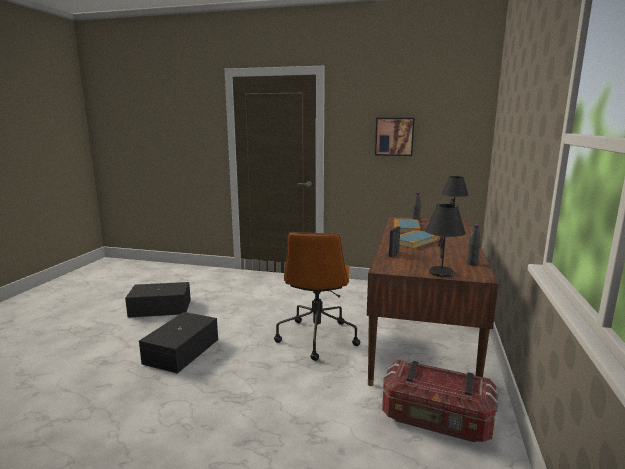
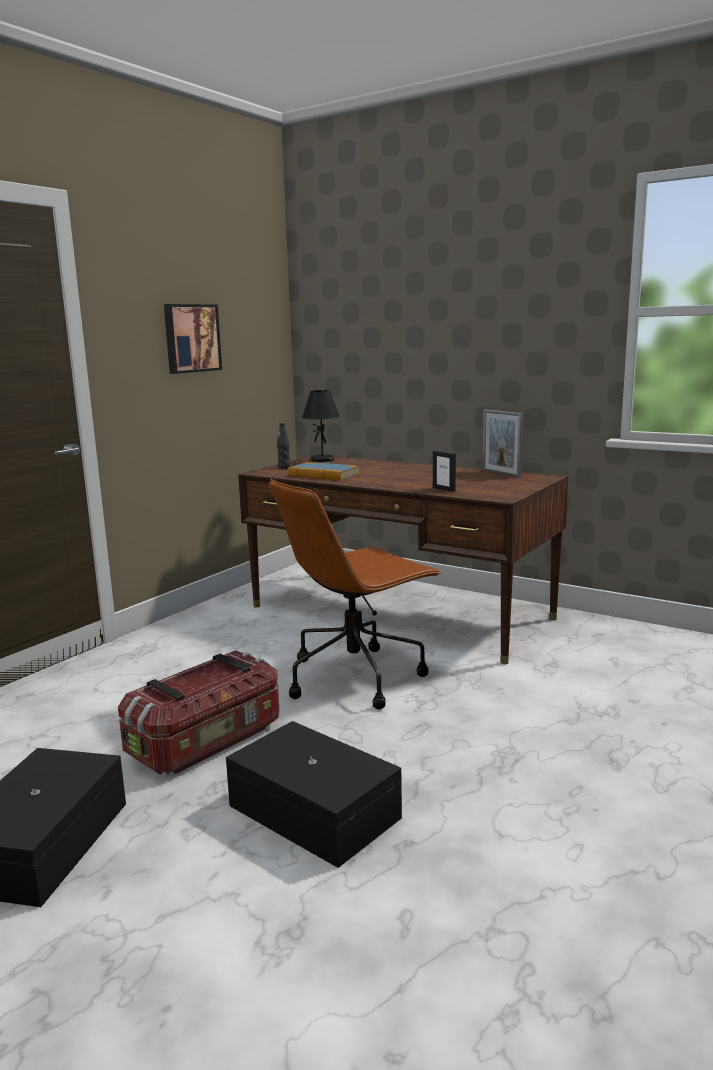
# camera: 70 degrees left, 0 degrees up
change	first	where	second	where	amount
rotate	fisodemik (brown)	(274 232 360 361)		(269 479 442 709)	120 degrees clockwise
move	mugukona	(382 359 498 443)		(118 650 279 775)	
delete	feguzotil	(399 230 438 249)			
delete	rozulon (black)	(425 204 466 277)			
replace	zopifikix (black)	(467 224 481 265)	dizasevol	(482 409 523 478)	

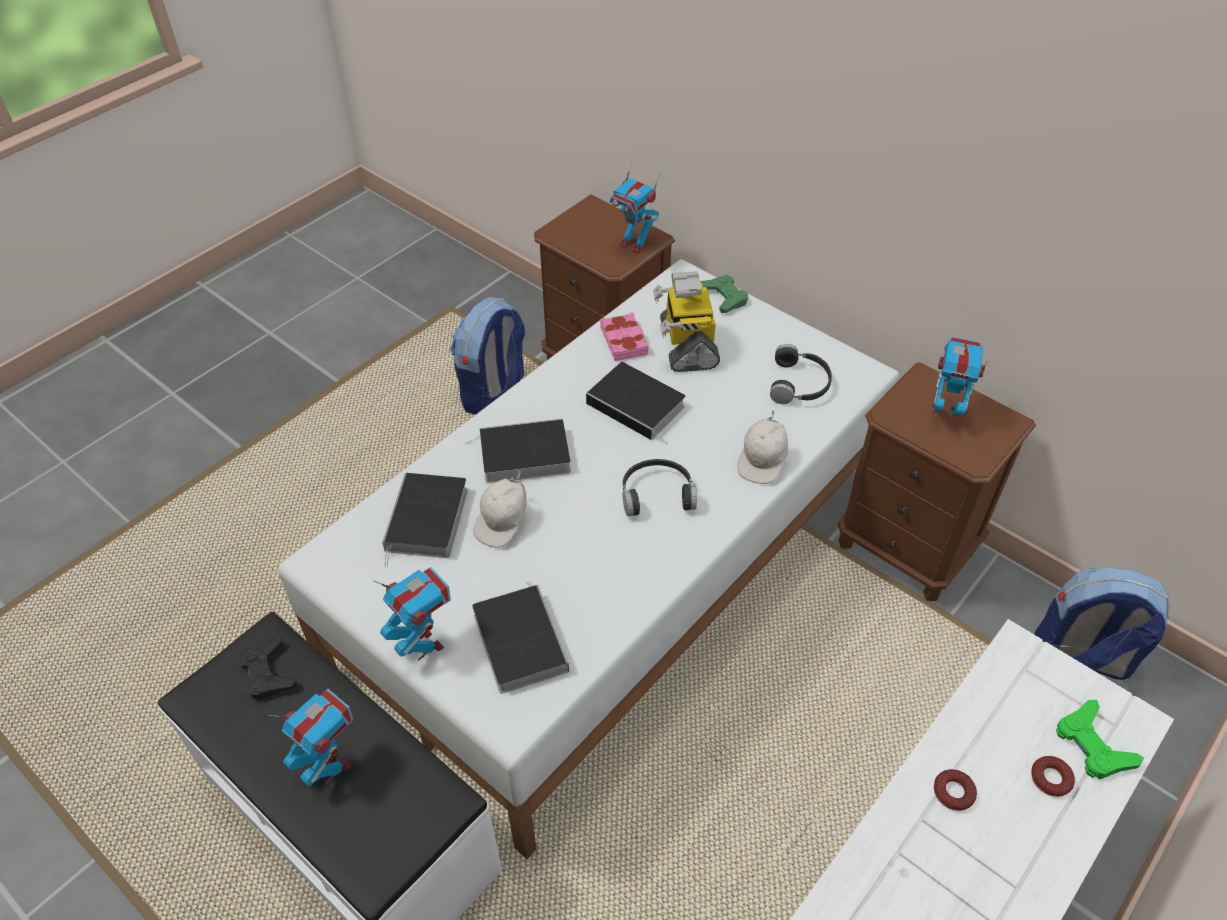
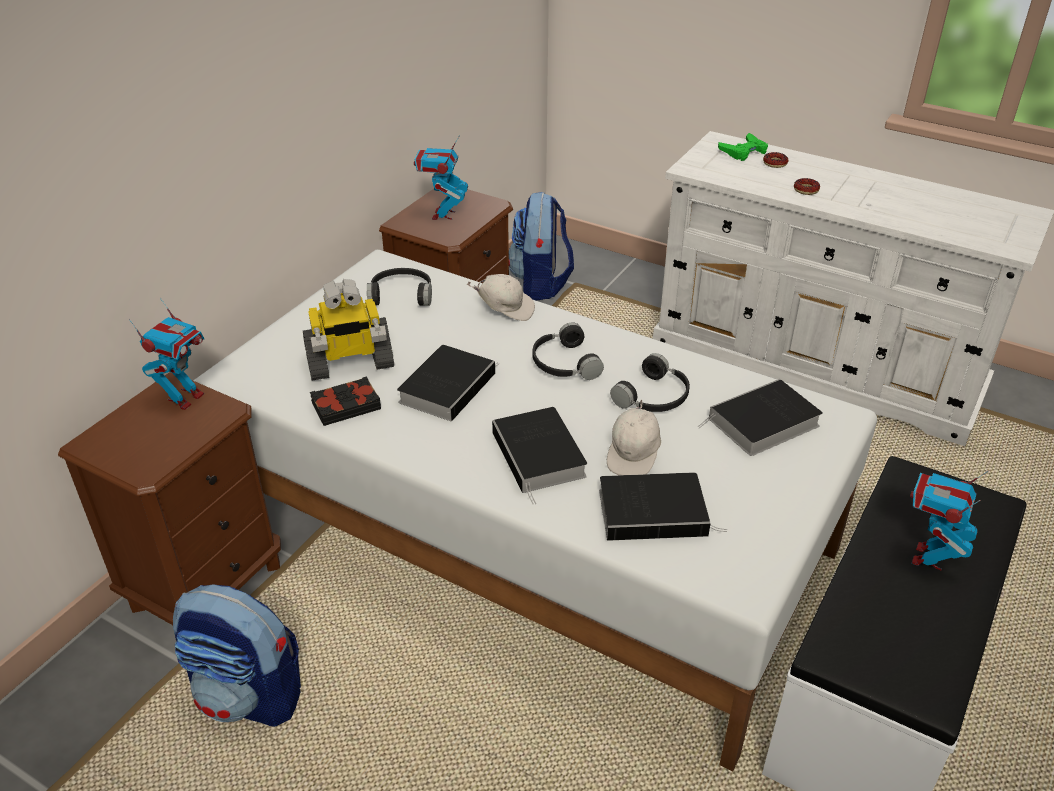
# camera: 100 degrees left, 10 degrees down
change	first	where	second	where	amount
delete	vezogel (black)	(237 635 297 700)			
delete	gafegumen	(373 567 451 661)			
rotate	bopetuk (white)	(473 470 526 548)		(607 399 661 475)	90 degrees clockwise
recolor	feguzotil (pink)	(600 312 649 361)	feguzotil (black)	(310 376 381 426)	
delete	vezogel (green)	(701 275 748 313)			
insert			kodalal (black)	(610 353 690 412)	

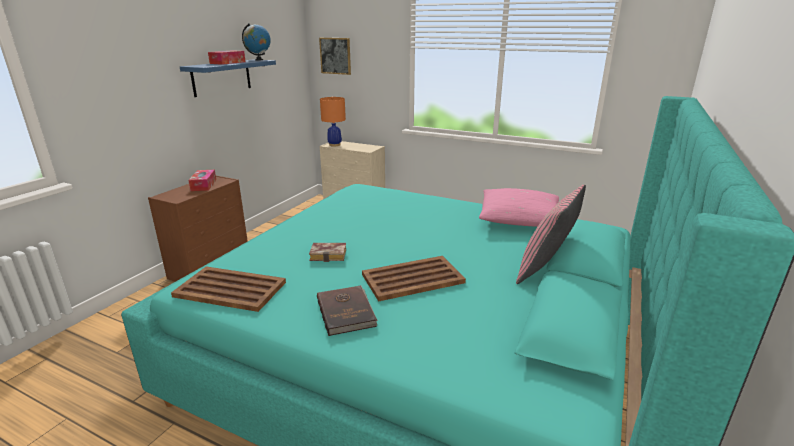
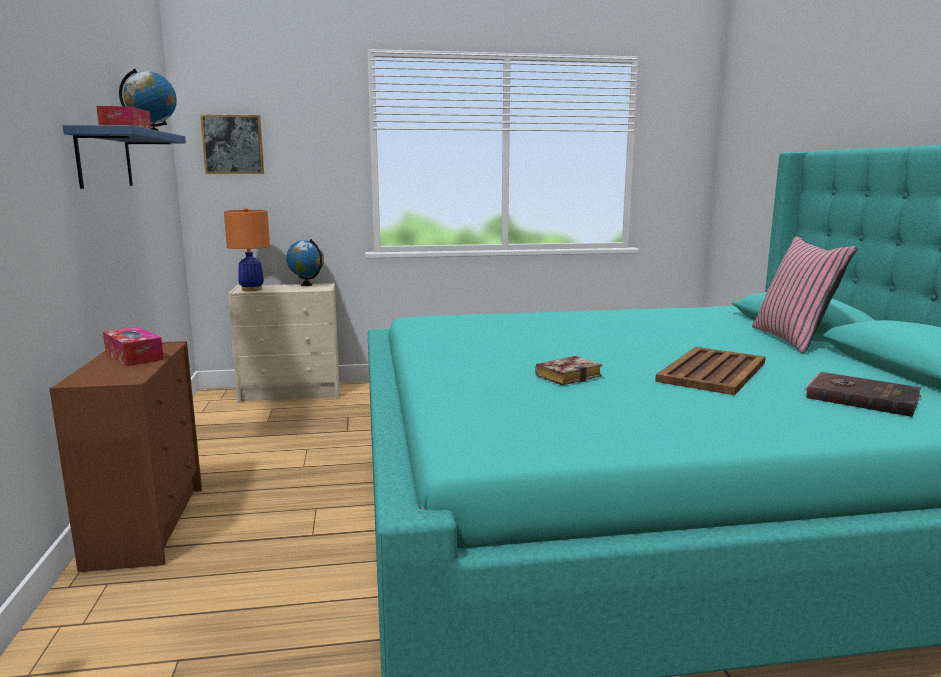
# camera: 35 degrees left, 10 degrees down
change	first	where	second	where	amount
delete	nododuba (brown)	(171 267 286 312)			
move	feguzotil (brown)	(317 285 378 336)		(805 372 922 417)	
delete	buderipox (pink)	(479 188 559 227)			
insert			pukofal	(286 239 324 286)	

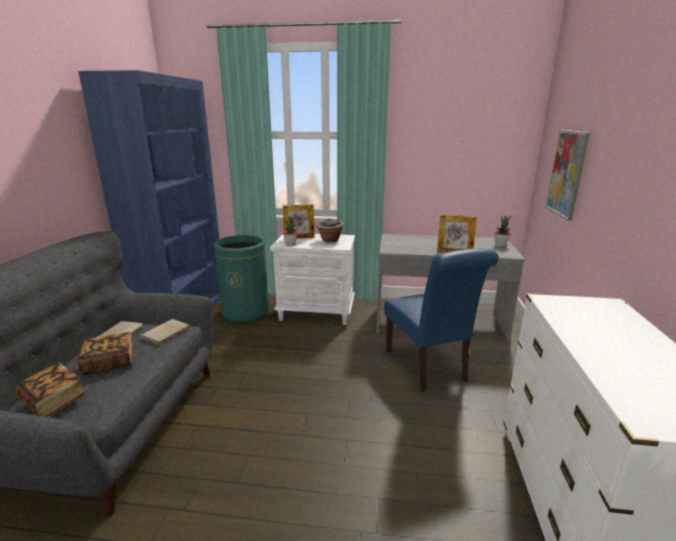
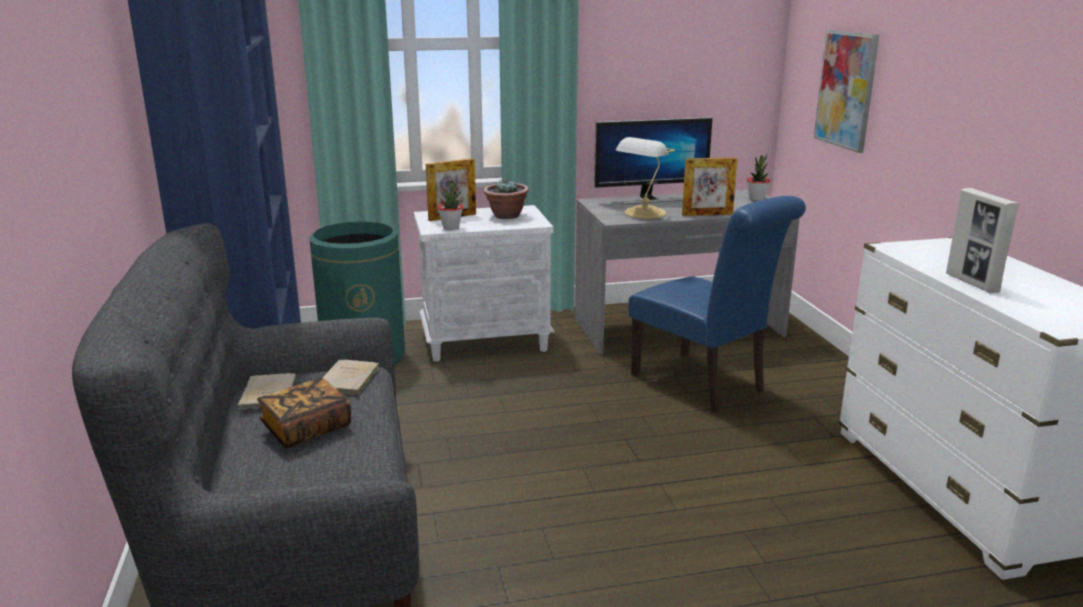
# camera: 20 degrees left, 0 degrees up
change	first	where	second	where	amount
delete	feguzotil	(15 363 87 417)			
insert			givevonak	(594 117 712 204)	
insert			rozulon	(616 137 675 219)	
insert			dizasevol	(946 188 1019 293)	

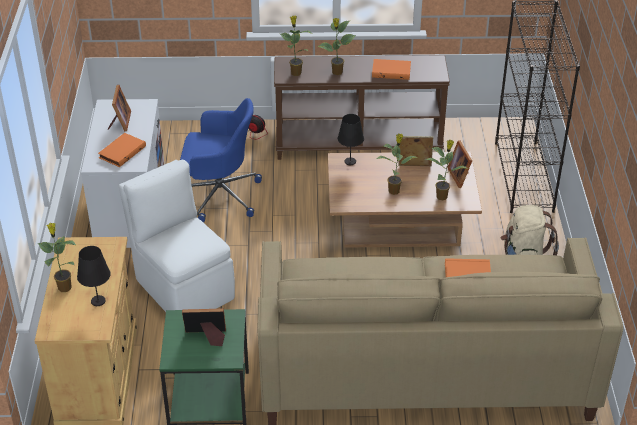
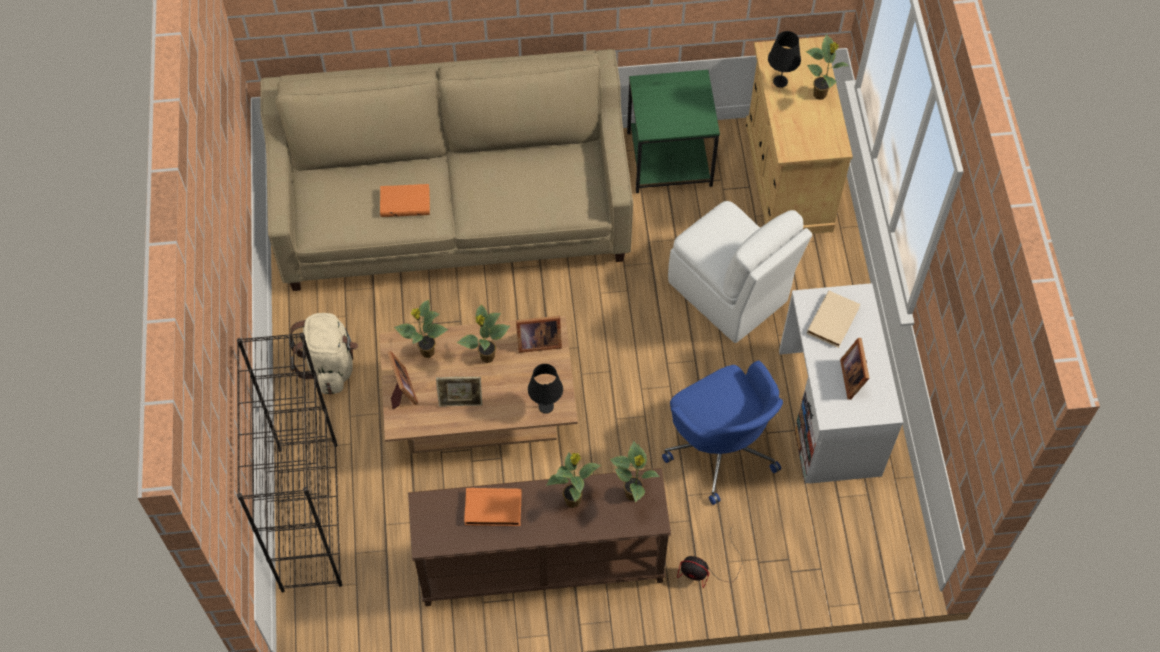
# camera: 175 degrees right, 20 degrees up
change	first	where	second	where	amount
recolor	feguzotil (orange)	(98 133 146 167)	feguzotil (beige)	(807 290 860 348)	
rotate	fisodemik (blue)	(180 98 262 222)		(662 361 783 505)	120 degrees counterclockwise
move	dizasevol	(182 309 226 346)		(516 316 562 353)	

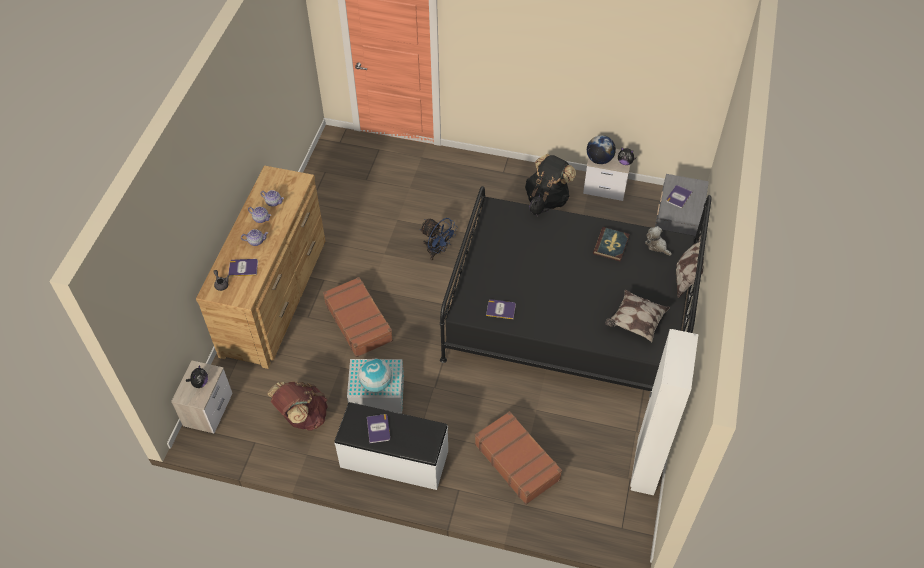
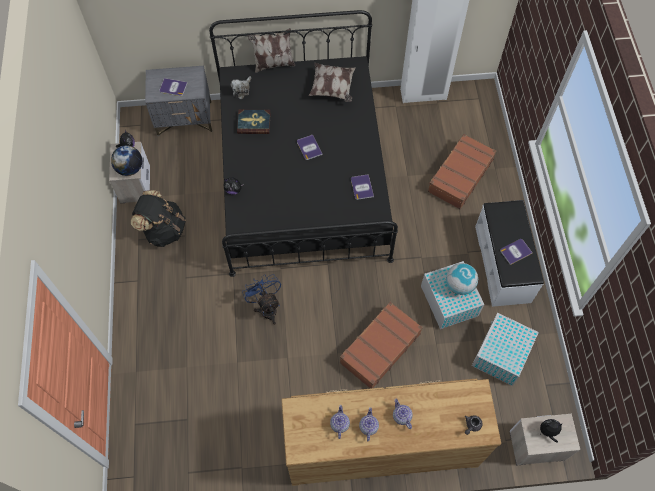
# camera: 110 degrees left, 10 degrees up
change	first	where	second	where	amount
move	feguzotil	(228 259 258 277)		(297 135 322 160)	
replace	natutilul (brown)	(267 381 328 430)	mugukona (white)	(472 313 539 386)	
rotate	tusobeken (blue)	(420 218 458 260)		(242 274 281 325)	45 degrees counterclockwise

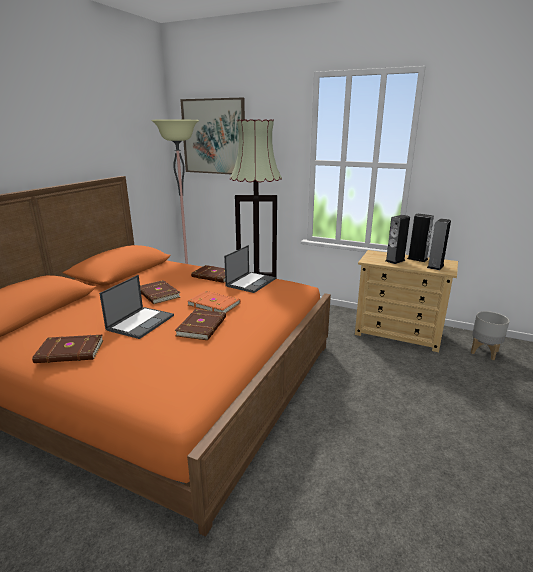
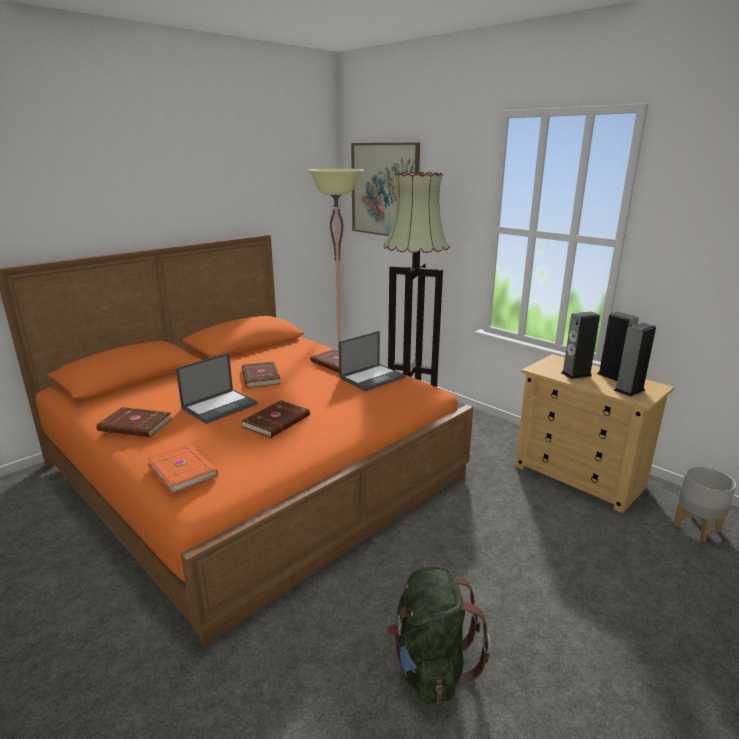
# camera: 20 degrees right, 0 degrees up
change	first	where	second	where	amount
move	feguzotil (orange)	(187 291 241 313)		(146 443 218 494)	
insert			natutilul (green)	(387 566 491 704)	

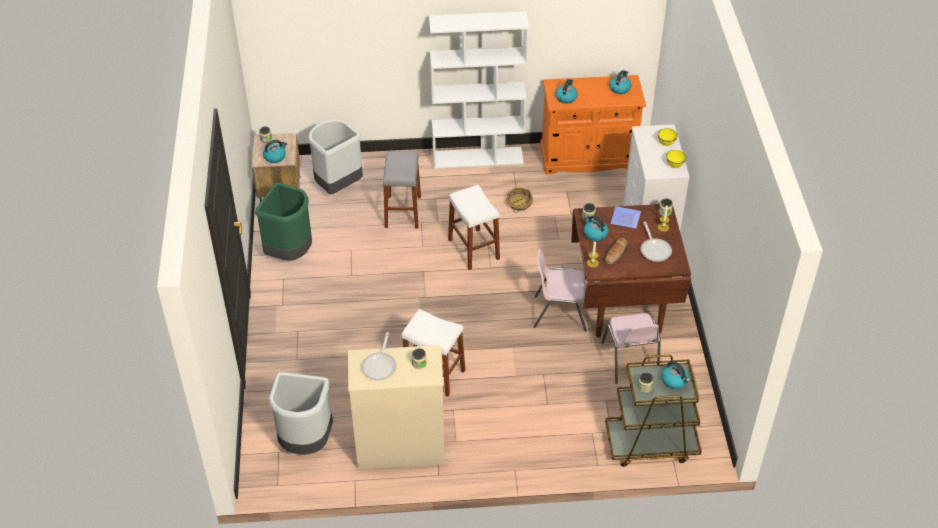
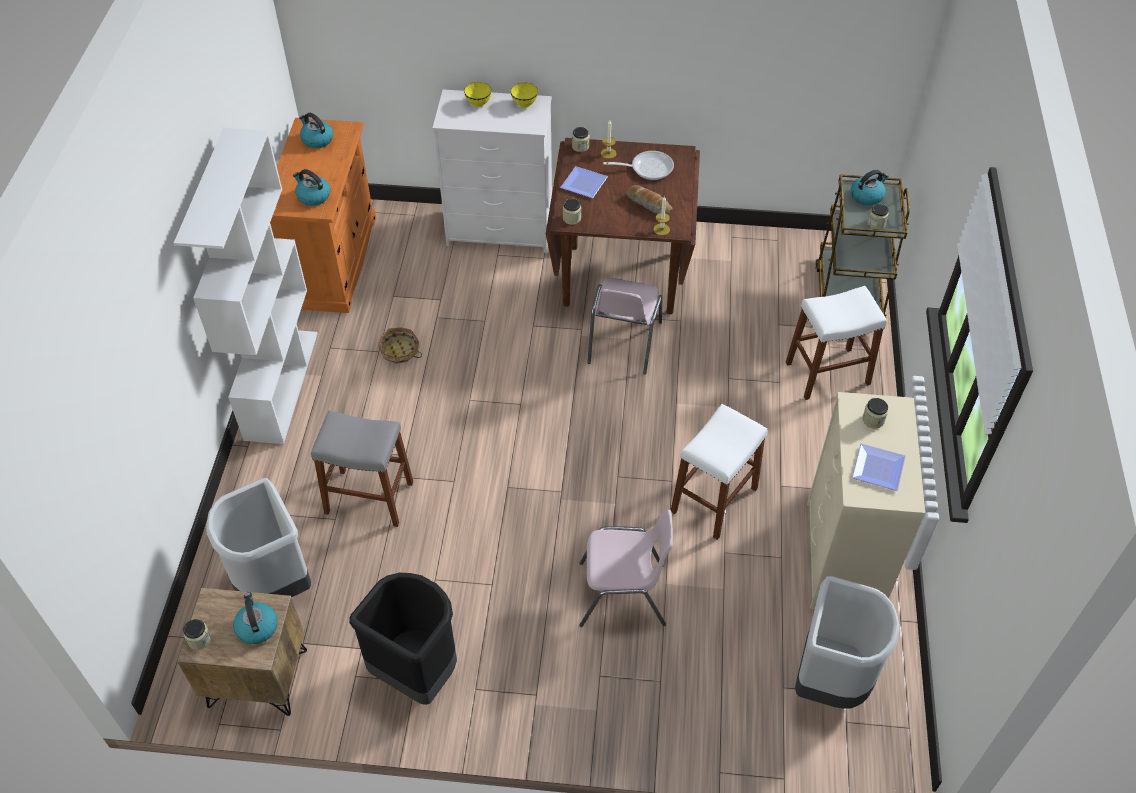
# camera: 80 degrees left, 5 degrees up
change	first	where	second	where	amount
recolor	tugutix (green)	(255 183 312 261)	tugutix (black)	(349 573 457 705)	
replace	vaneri	(361 332 397 380)	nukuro	(852 443 906 491)	
move	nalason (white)	(448 185 500 270)		(786 286 887 400)	
delete	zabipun	(584 215 608 242)			
move	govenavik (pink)	(601 313 661 384)		(579 510 673 627)	

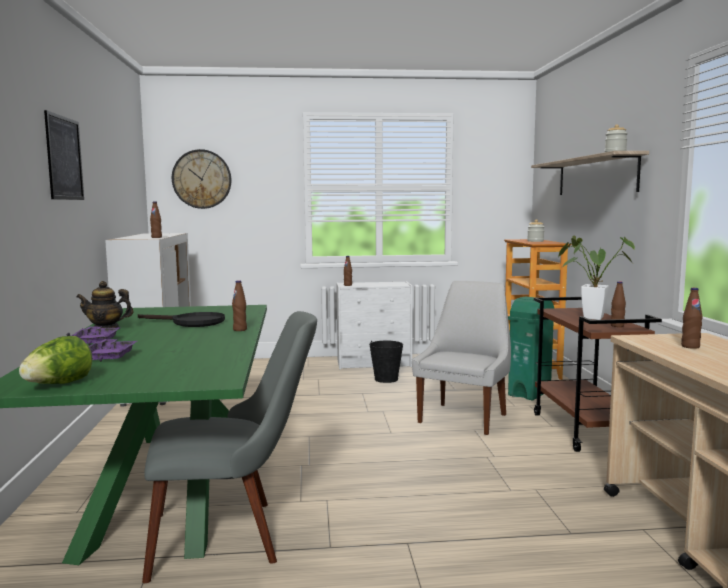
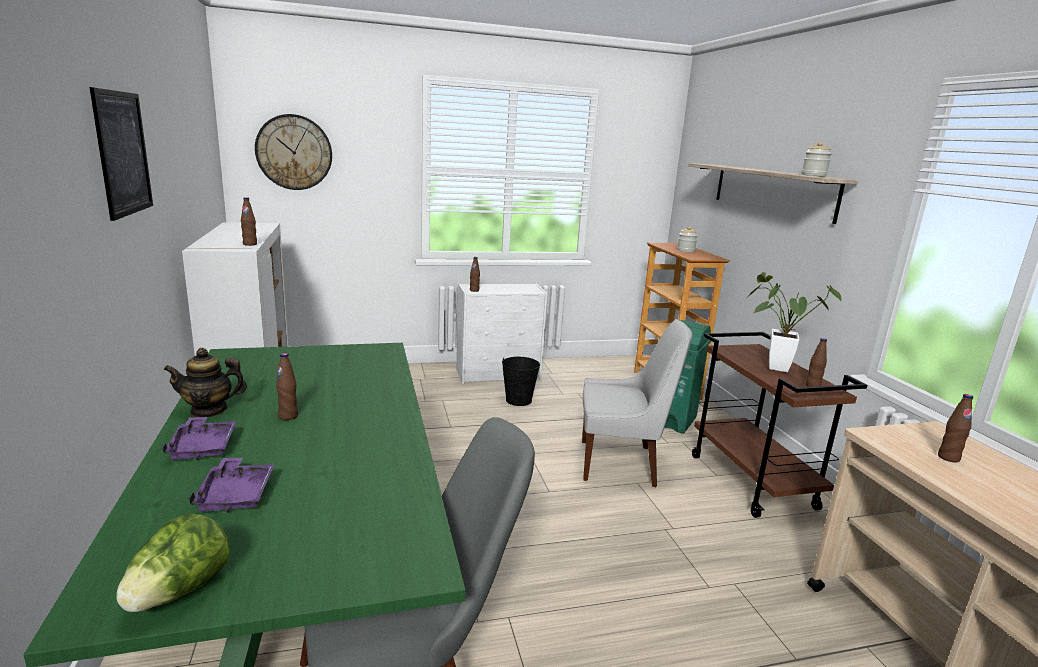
# camera: 10 degrees left, 10 degrees up
change	first	where	second	where	amount
delete	vaneri (black)	(138 312 225 327)			
move	zopifikix (brown)	(232 280 247 331)		(276 353 298 420)	
rotate	govenavik (white)	(412 281 511 435)		(582 319 692 487)	75 degrees clockwise

